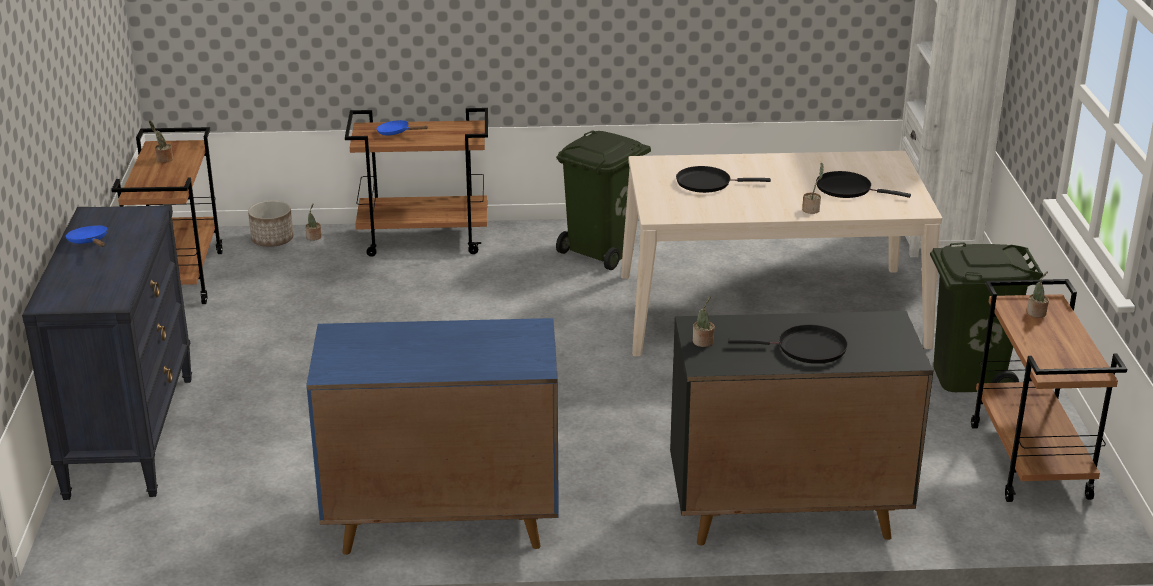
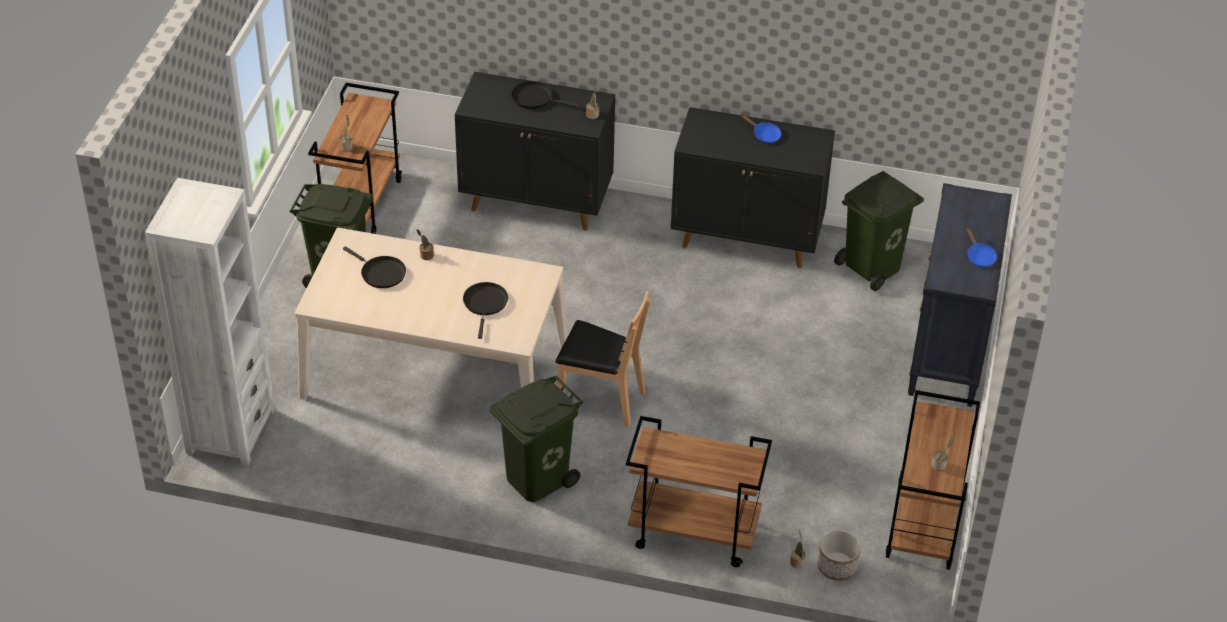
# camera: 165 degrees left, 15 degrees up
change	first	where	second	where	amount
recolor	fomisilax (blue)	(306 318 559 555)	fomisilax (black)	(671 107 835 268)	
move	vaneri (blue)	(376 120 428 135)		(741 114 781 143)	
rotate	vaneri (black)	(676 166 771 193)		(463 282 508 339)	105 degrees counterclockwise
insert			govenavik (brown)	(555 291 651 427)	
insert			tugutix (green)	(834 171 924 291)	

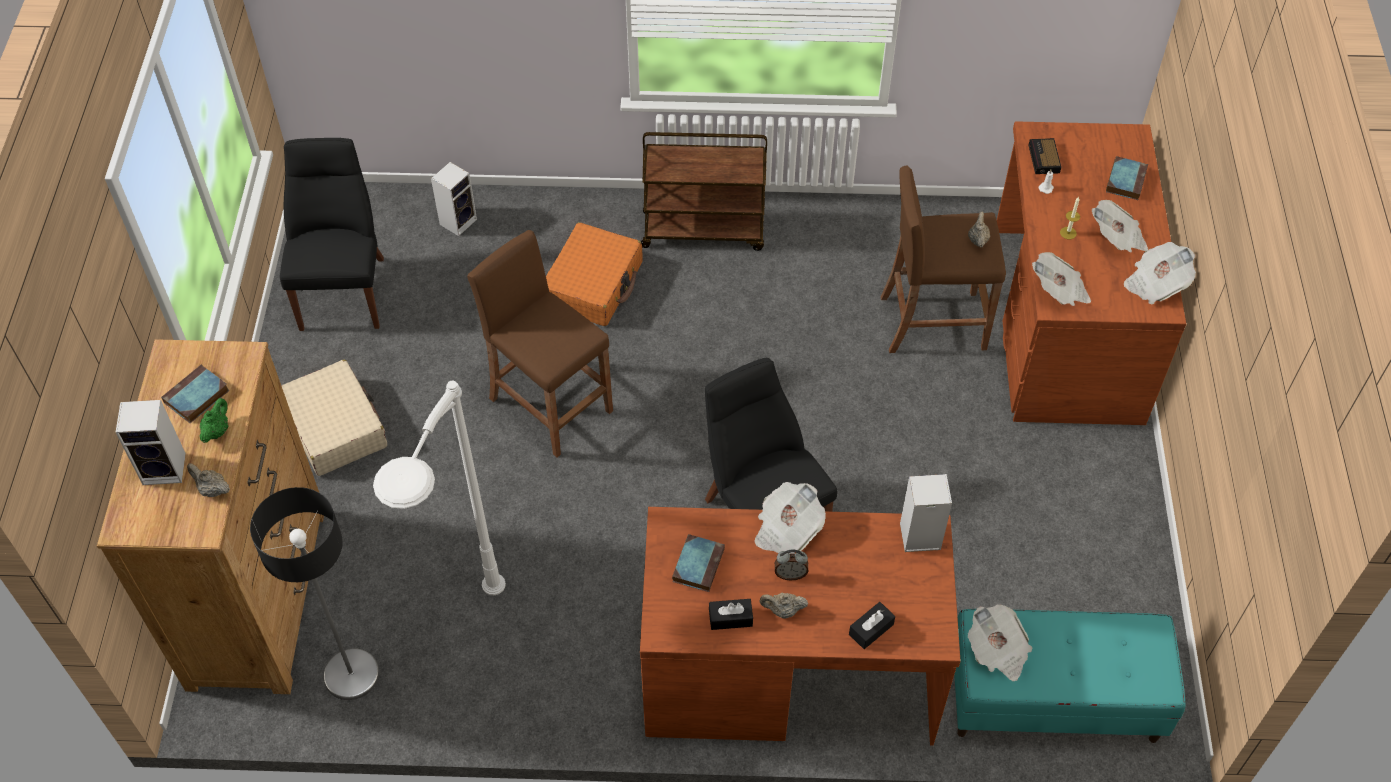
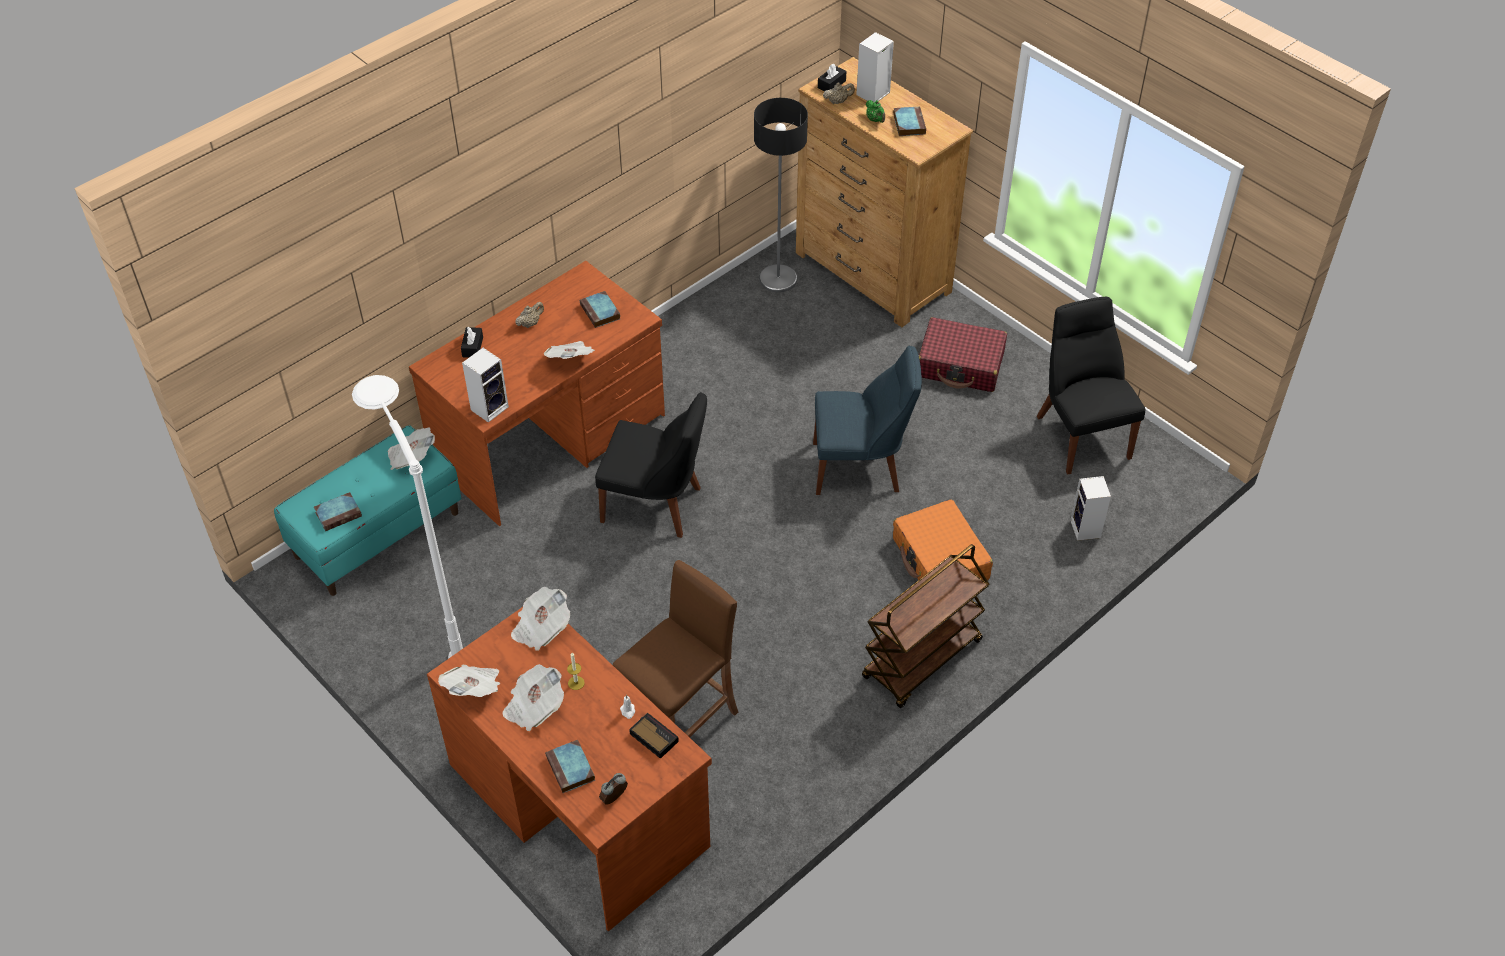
# camera: 135 degrees right, 5 degrees down
change	first	where	second	where	amount
rotate	govenavik (black)	(280 138 384 331)		(1037 297 1146 474)	150 degrees counterclockwise
recolor	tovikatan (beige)	(281 359 387 476)	tovikatan (red)	(919 317 1007 392)	
move	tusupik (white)	(373 381 506 595)		(352 375 463 659)	
replace	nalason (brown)	(467 230 613 457)	govenavik (blue)	(813 345 922 495)	
move	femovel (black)	(709 599 753 630)		(818 64 846 92)	
move	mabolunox	(774 550 809 580)		(599 773 628 805)	
delete	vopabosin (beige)	(968 212 990 247)			
insert			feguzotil	(314 492 362 531)	

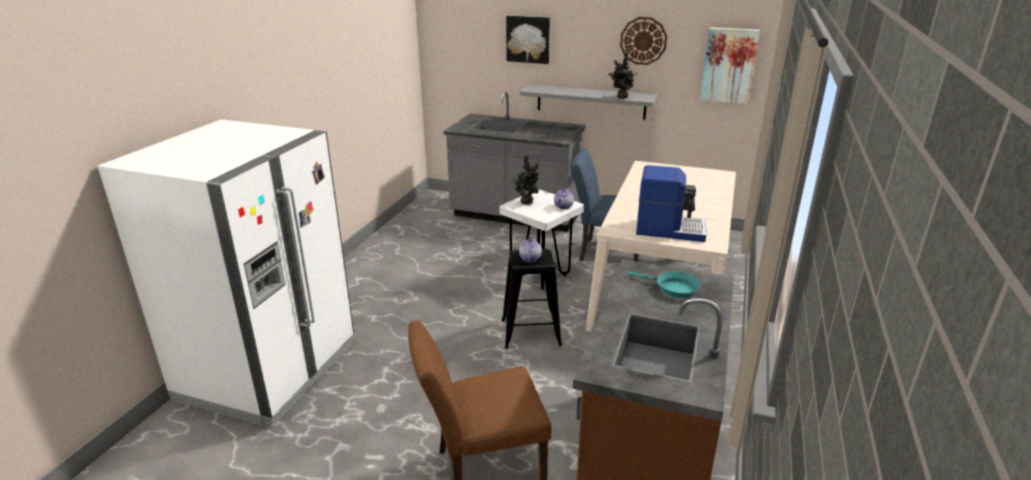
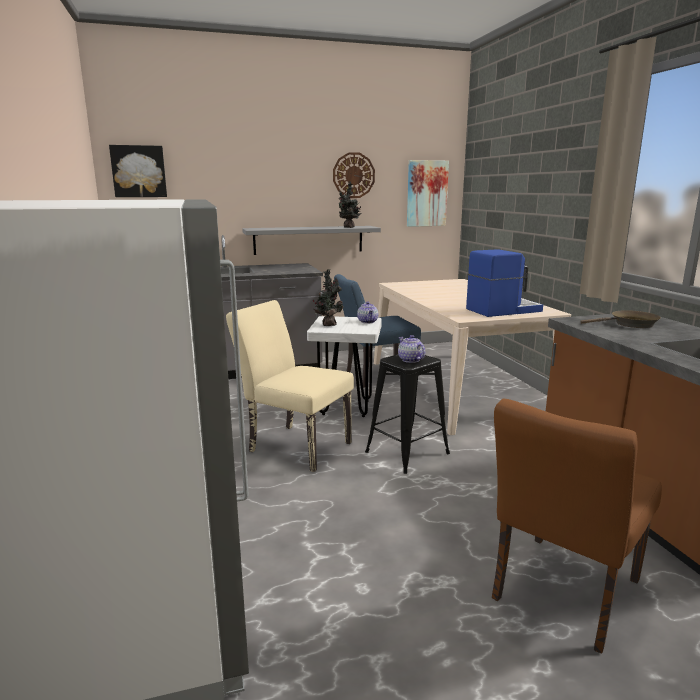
# camera: 35 degrees left, 10 degrees down
change	first	where	second	where	amount
move	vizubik	(506 16 550 64)		(109 145 167 197)	
recolor	vaneri (turquoise)	(627 272 700 298)	vaneri (brown)	(580 310 661 328)	
insert			govenavik (beige)	(226 300 354 472)	

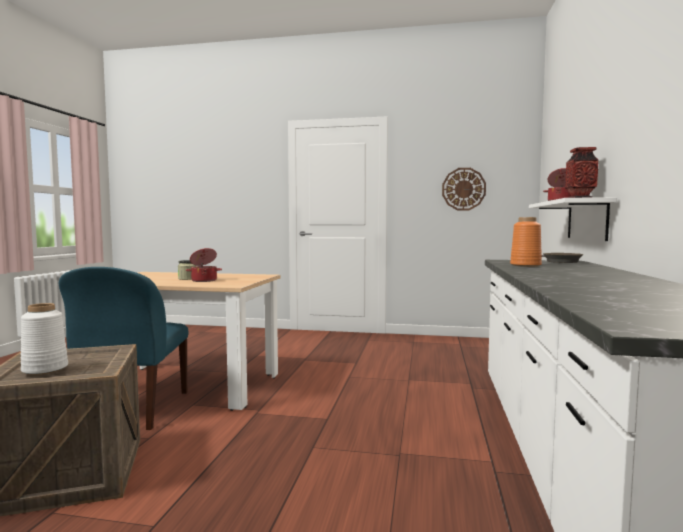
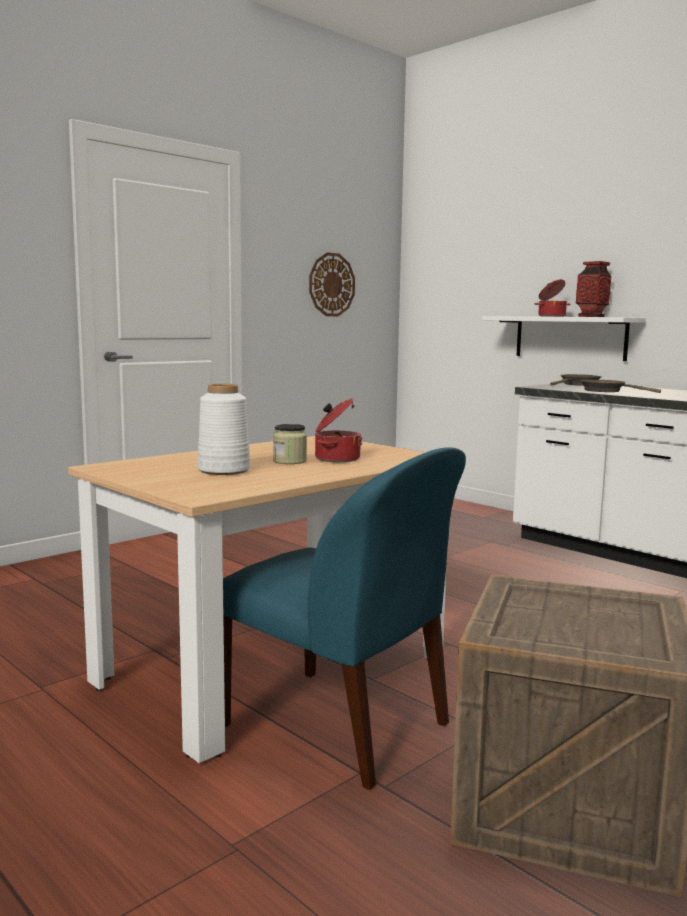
# camera: 55 degrees left, 5 degrees up
change	first	where	second	where	amount
move	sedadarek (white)	(21 303 68 375)		(197 384 251 475)	
replace	sedadarek (orange)	(510 217 542 267)	vaneri (brown)	(580 380 661 393)	

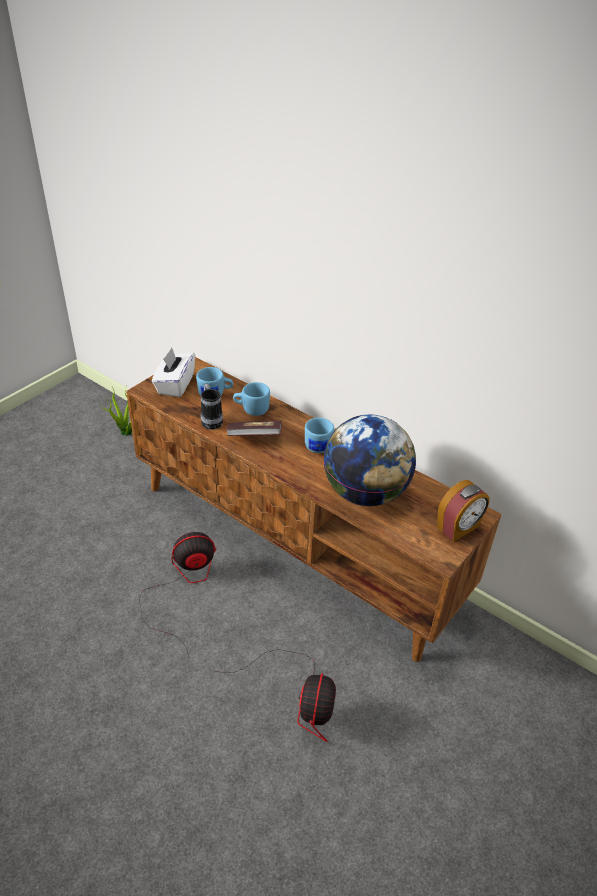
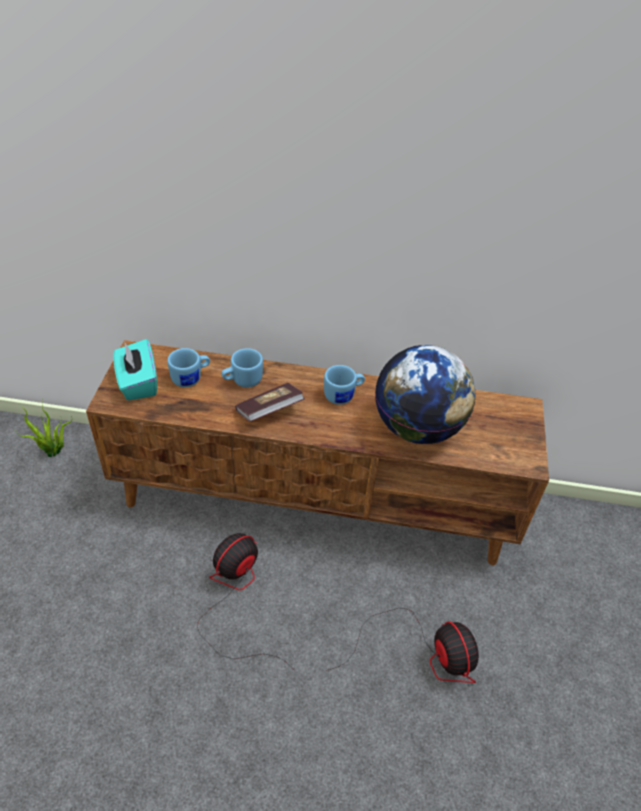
# camera: 30 degrees left, 5 degrees up
change	first	where	second	where	amount
recolor	femovel (white)	(152 348 195 397)	femovel (turquoise)	(113 339 157 400)	
delete	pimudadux	(201 383 223 430)			
delete	mabolunox	(437 480 490 542)			

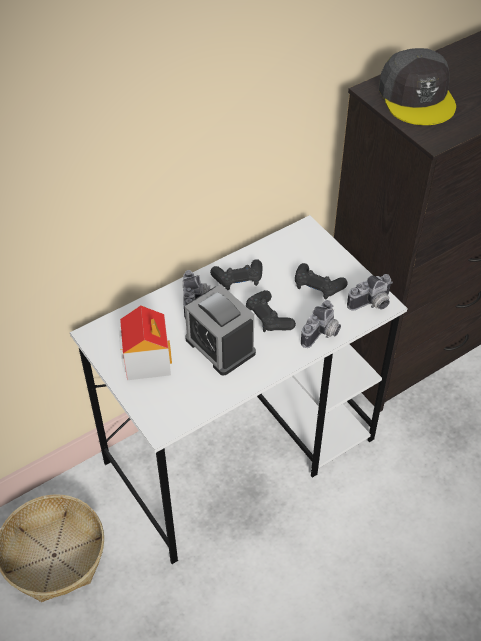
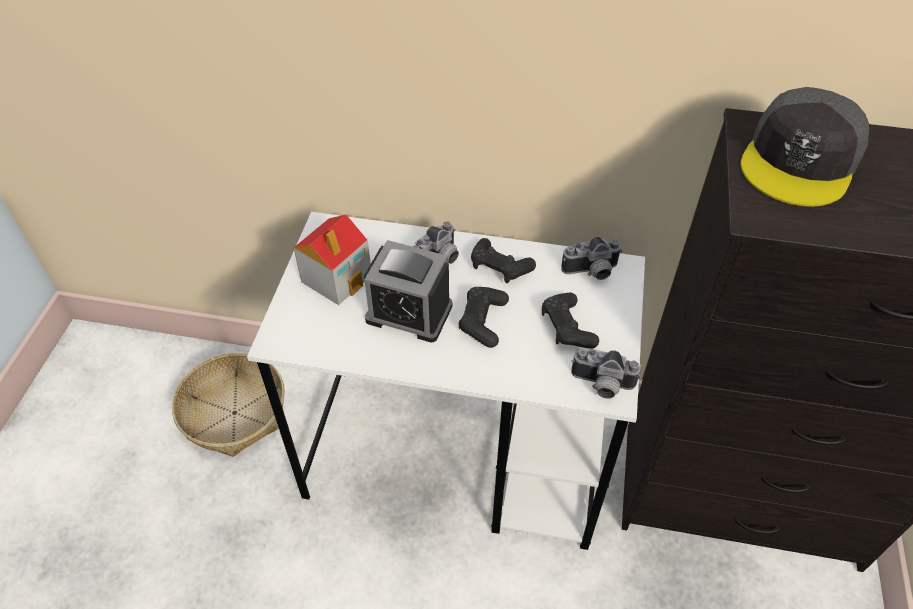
# camera: 45 degrees right, 0 degrees up
change	first	where	second	where	amount
rotate	mabolunox	(185 284 256 376)		(364 240 453 342)	75 degrees counterclockwise
move	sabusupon	(301 300 341 348)		(561 237 623 280)	

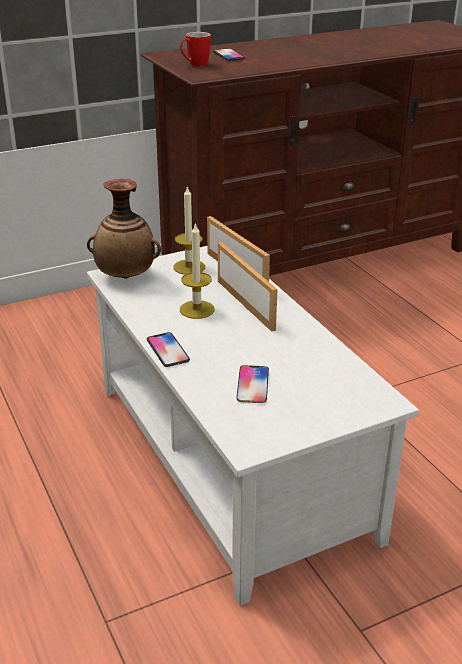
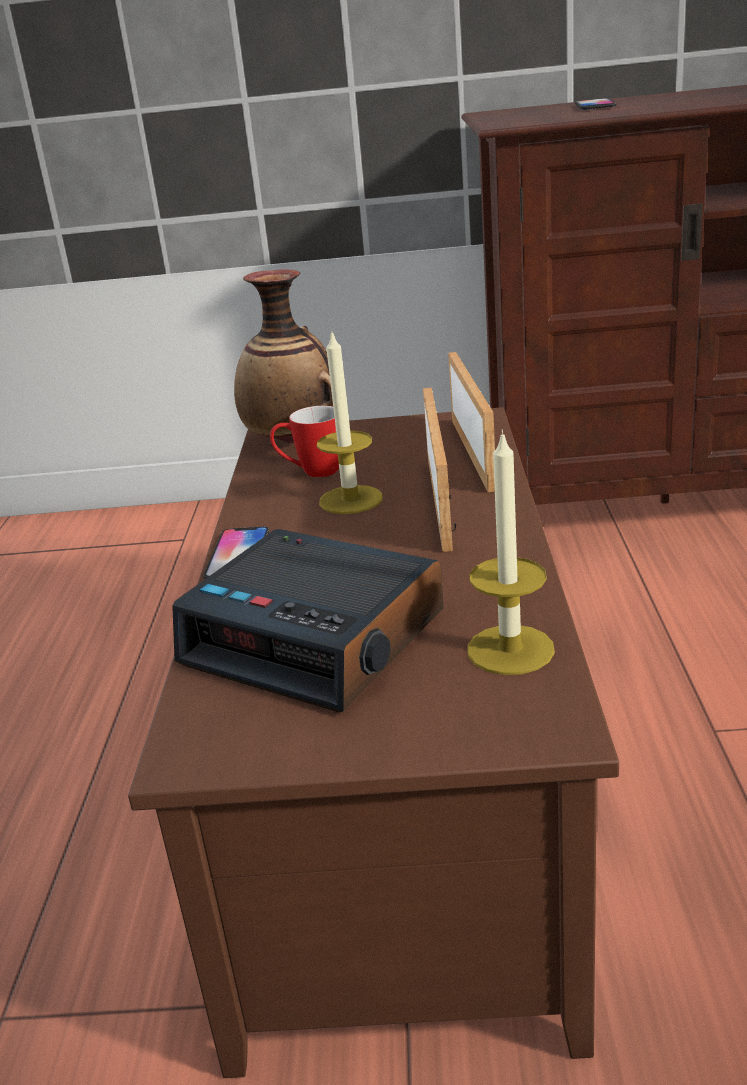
# camera: 30 degrees right, 5 degrees down
change	first	where	second	where	amount
recolor	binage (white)	(87 246 419 606)	binage (brown)	(128 407 619 1078)	
move	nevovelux	(173 186 205 275)		(467 430 555 675)	
move	pimudadux	(180 32 211 66)		(270 406 339 477)	
replace	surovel	(236 365 269 403)	mabolunox	(172 529 443 713)	

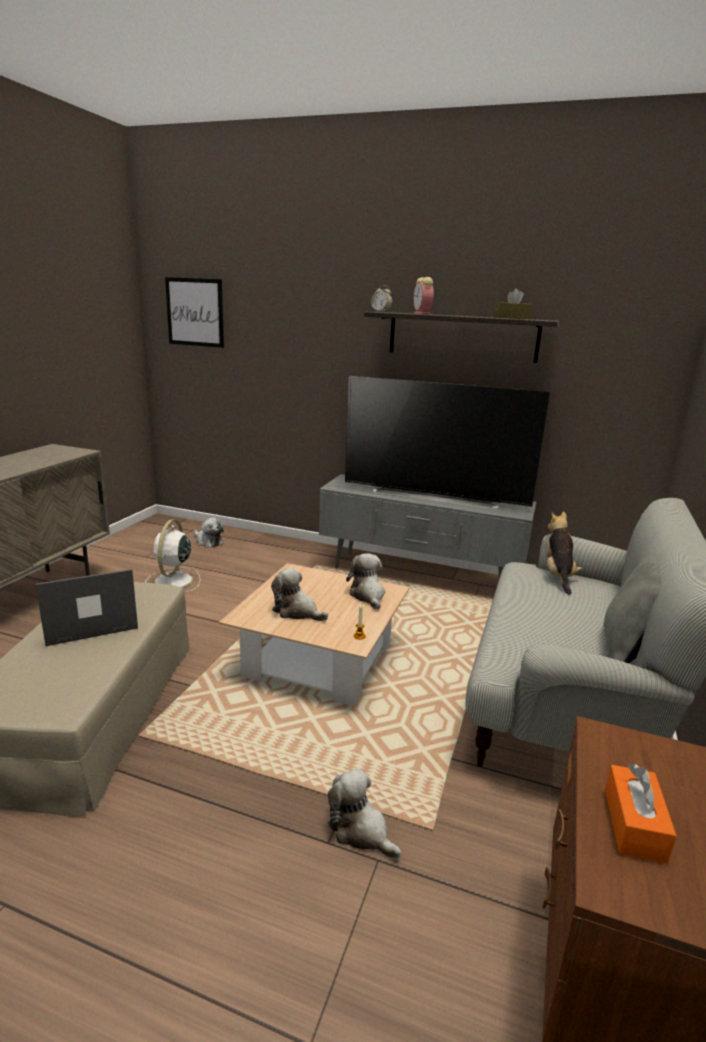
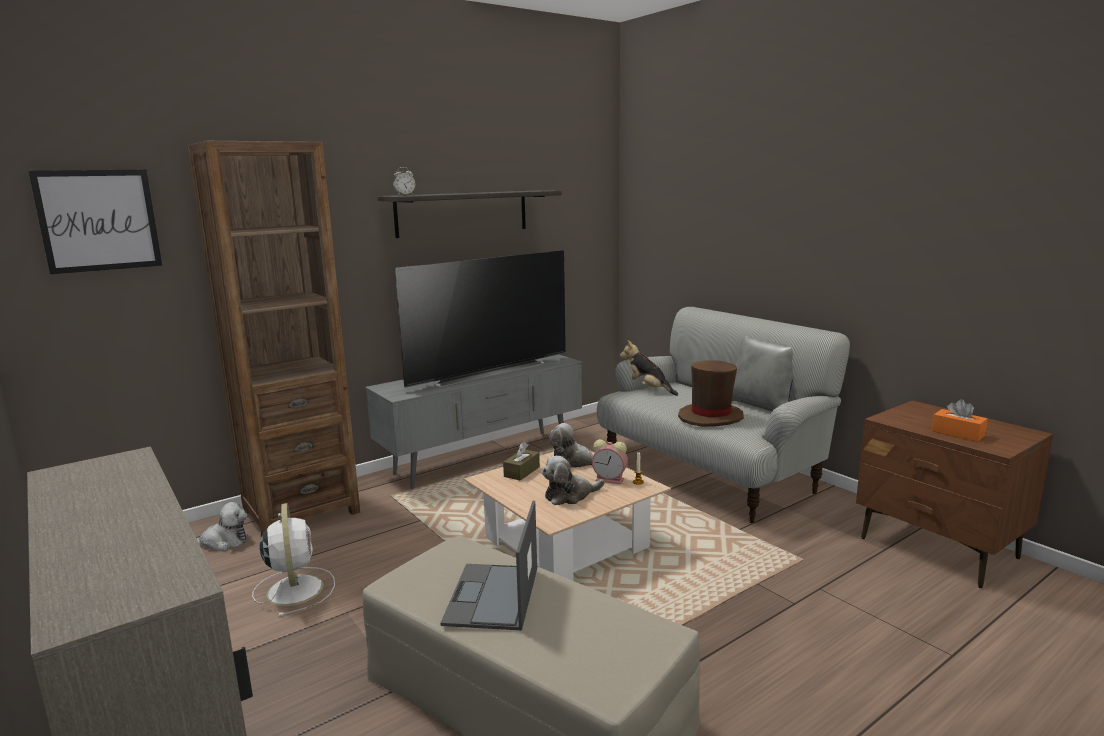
# camera: 55 degrees left, 5 degrees down
change	first	where	second	where	amount
rotate	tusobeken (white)	(145 519 201 593)		(252 503 335 617)	150 degrees counterclockwise
delete	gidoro	(327 769 402 859)			
move	mabolunox	(414 277 434 315)		(592 439 628 484)	
move	femovel (brown)	(494 288 532 319)		(503 442 540 481)	
insert			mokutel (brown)	(188 141 360 538)	
insert			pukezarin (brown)	(678 360 744 427)	

